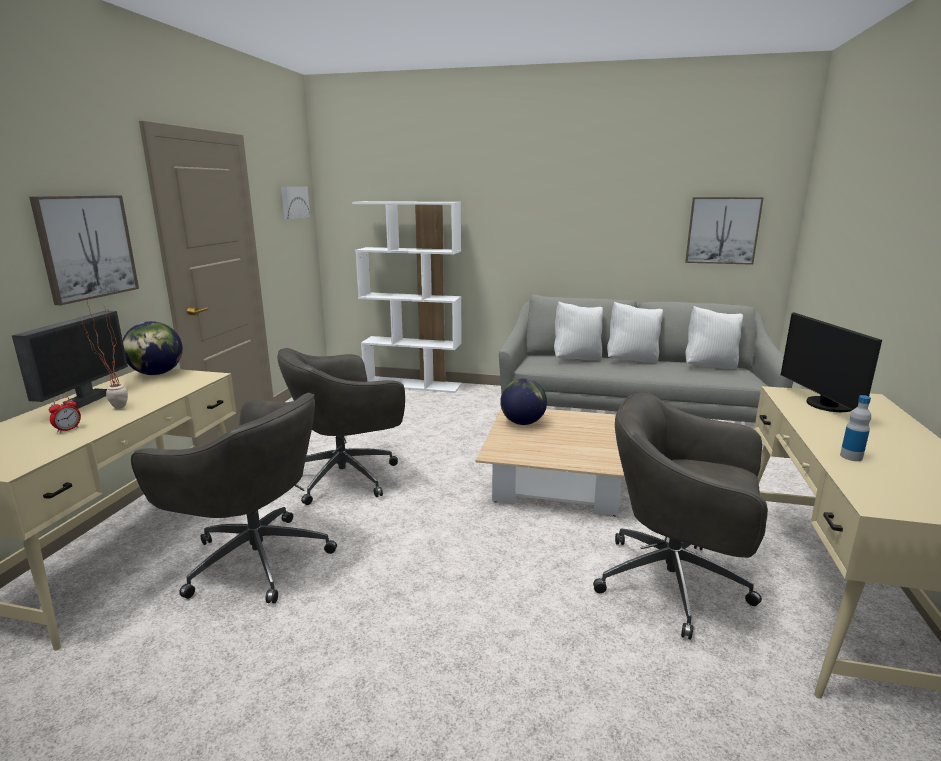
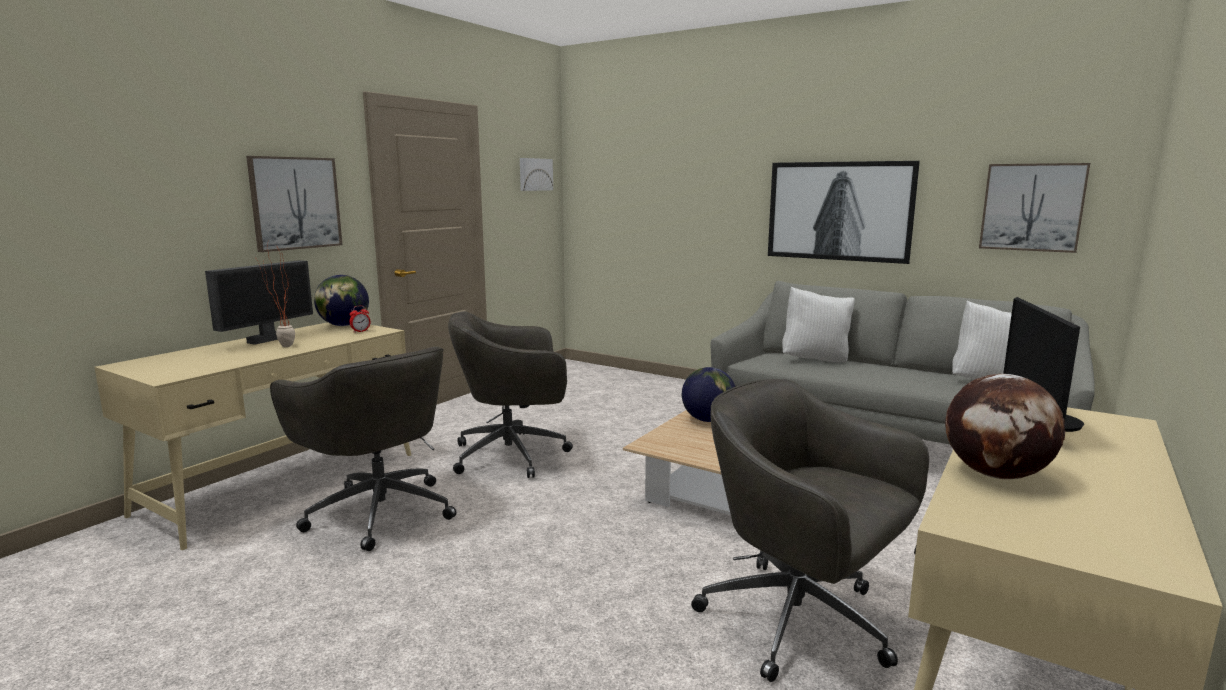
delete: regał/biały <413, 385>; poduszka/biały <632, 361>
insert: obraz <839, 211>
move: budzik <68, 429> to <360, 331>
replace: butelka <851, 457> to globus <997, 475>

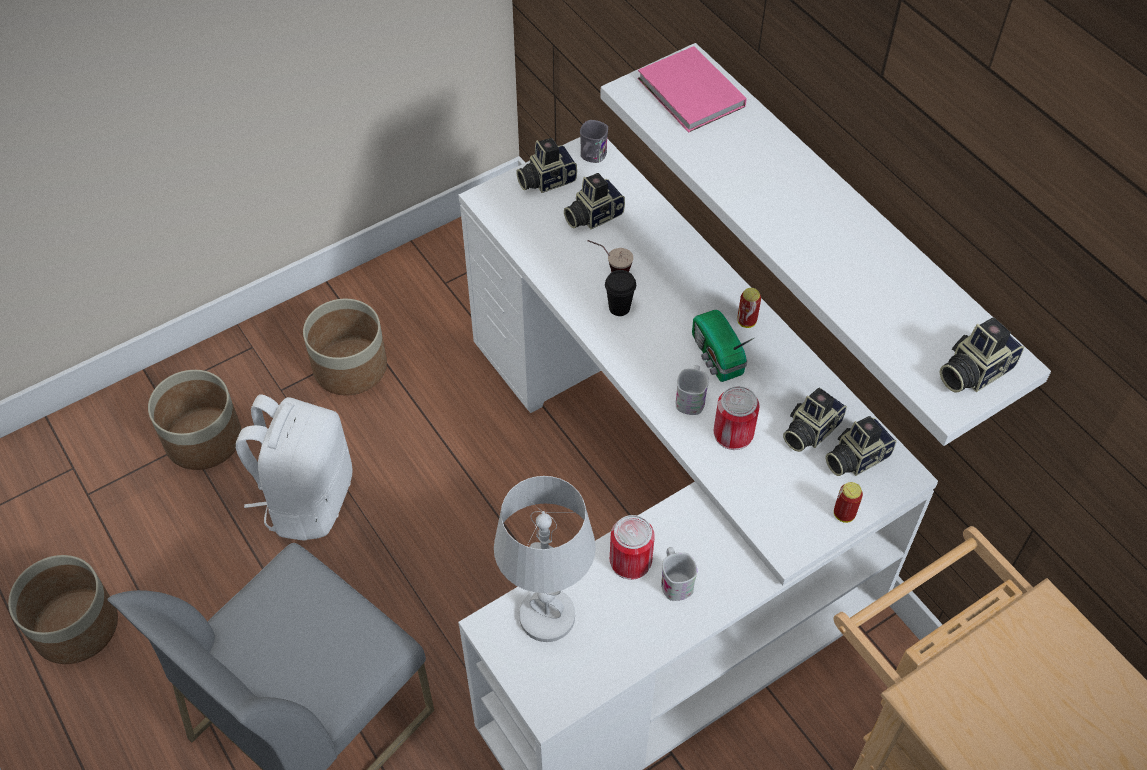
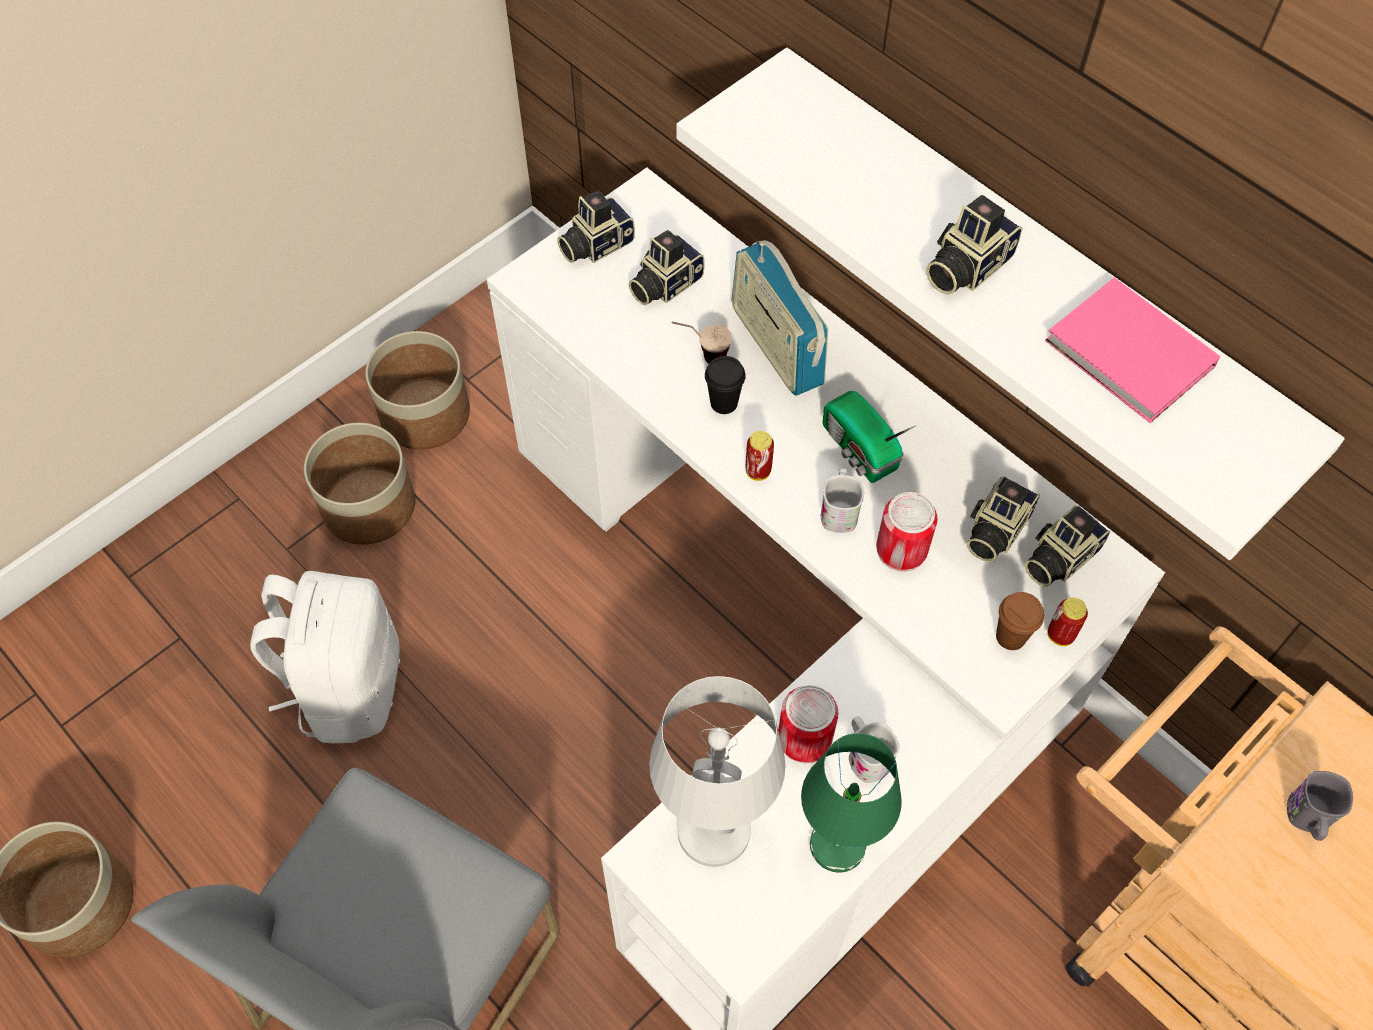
insert: radio <776, 346>; lampa stołowa/zielony <835, 844>; filiżanka/brązowy <1010, 637>
move: donica <204, 438> to <425, 413>; kubek/szary <591, 157> to <1307, 820>; książka/różowy <691, 95> to <1131, 357>; puszka <746, 321> to <758, 471>; aparat fotograficzny <972, 371> to <965, 266>

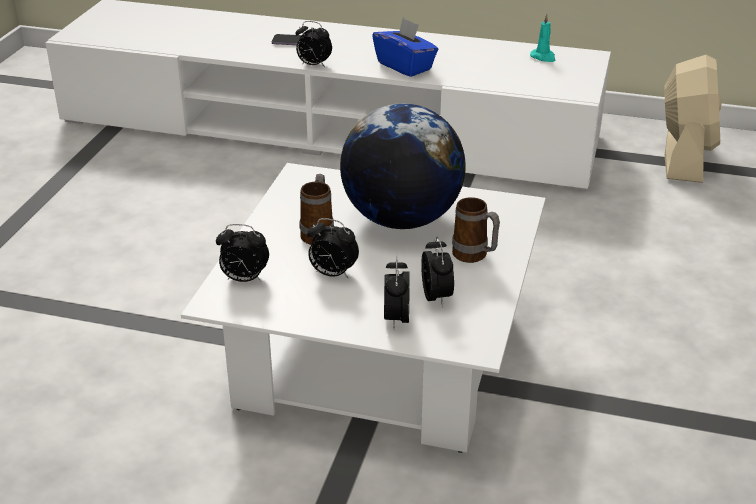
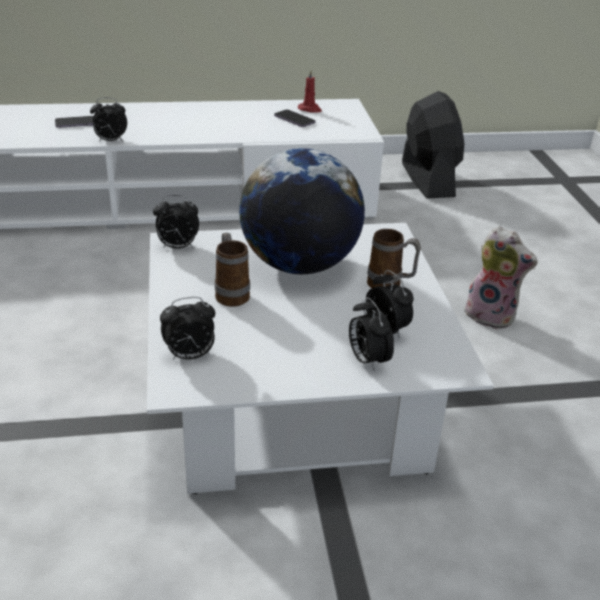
delete: pudełko chusteczek/niebieski <405, 66>
insert: telefon <294, 120>; pluszak <492, 315>
move: budzik <332, 274> to <177, 247>
recolor: świeca/turkusowy <543, 57> to świeca/czerwony <310, 109>; wentylator/beżowy <684, 156> to wentylator/czarny <427, 179>

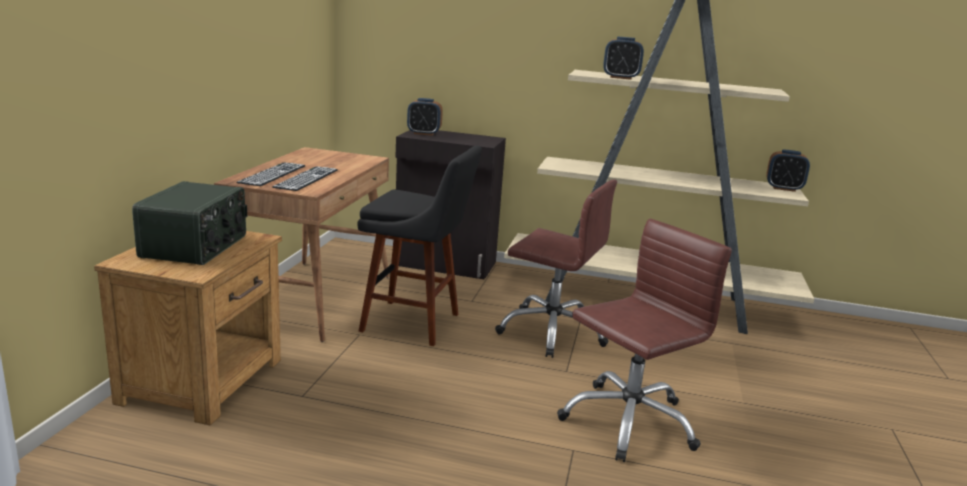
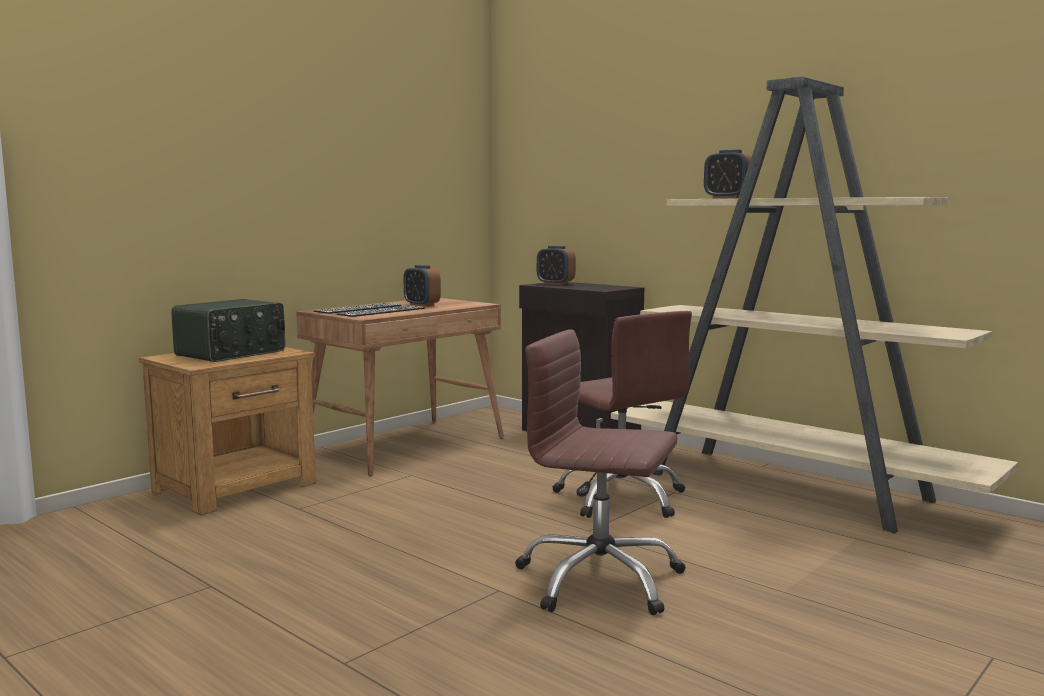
delete: stołek/czarny <415, 323>
move: budzik <783, 188> to <422, 305>
rotate: krzesło biurowe/brązowy <628, 421> = <599, 580> 150 degrees counterclockwise

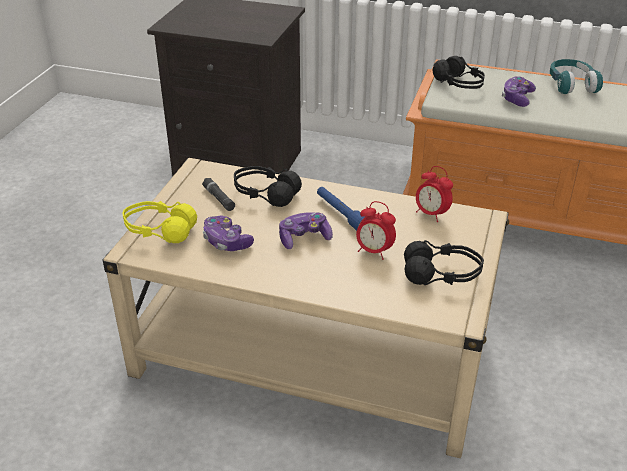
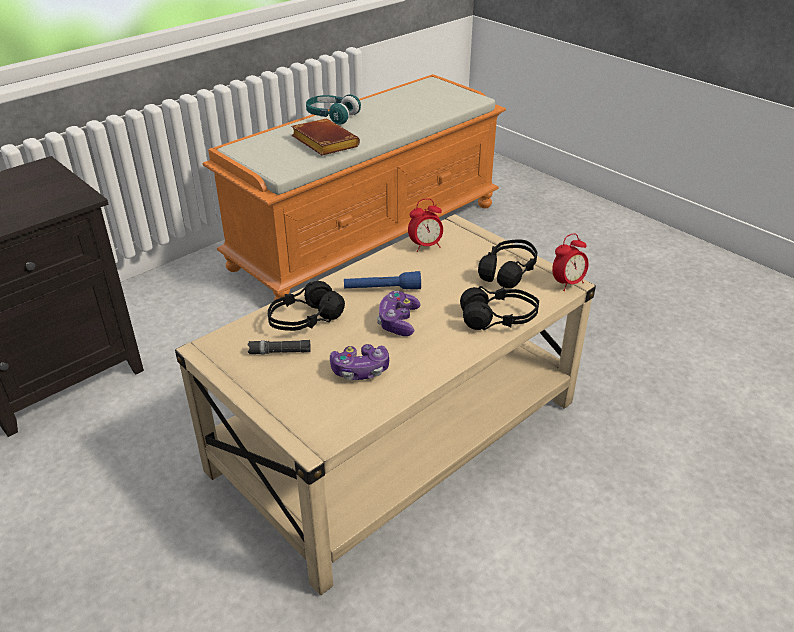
delete: słuchawki/żółty <159, 231>
move: budzik <374, 251> to <567, 283>; słuchawki/czarny <459, 84> to <498, 319>
replace: pad do gier <517, 98> to książka/brązowy <322, 143>

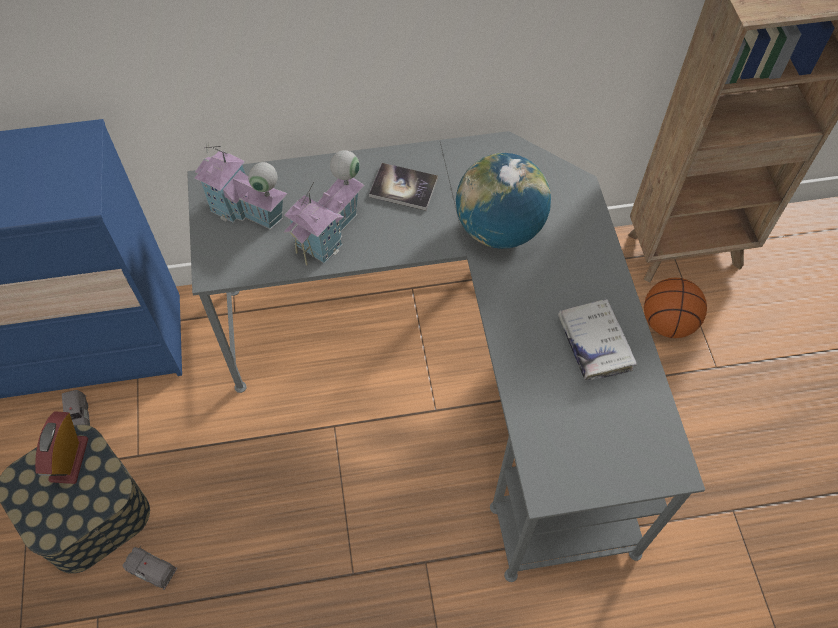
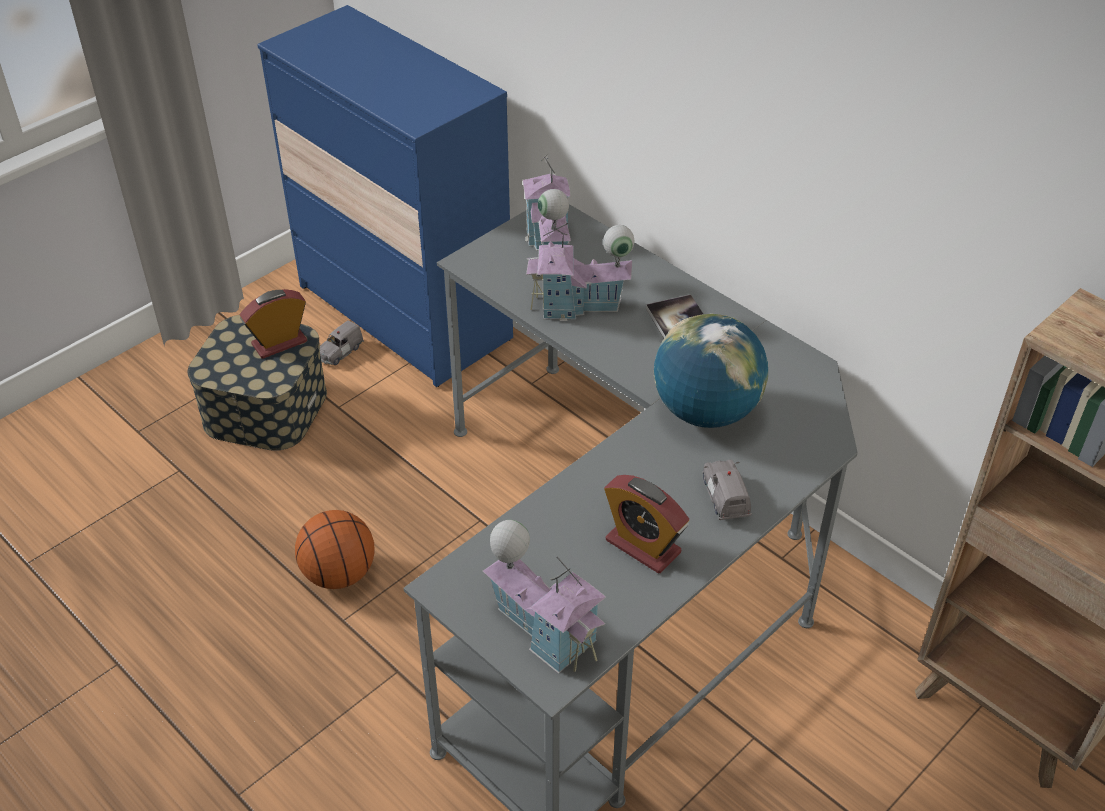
insert: domek <546, 630>
move: samochodzik/szary <151, 569> to <725, 497>; piłka do koszykówki <667, 323> to <339, 574>
replace: książka/biały <594, 344> to budzik <643, 546>

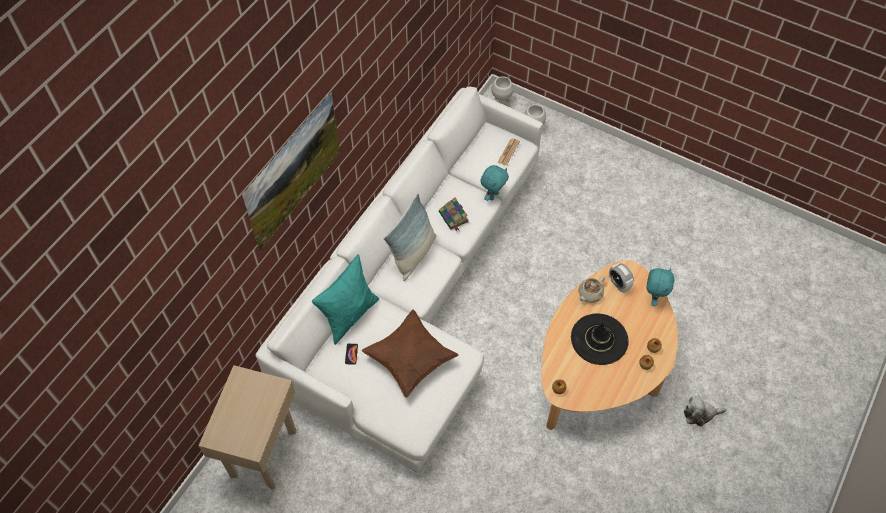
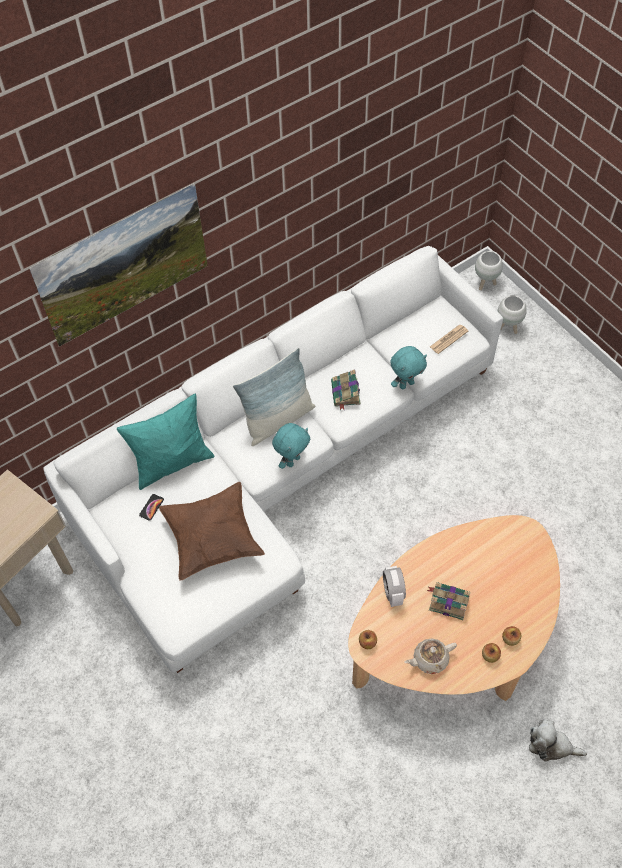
move: imbryk/beżowy <589, 294> to <429, 659>; budzik <618, 284> to <393, 593>; pluszak/turkusowy <653, 297> to <292, 460>
replace: kapelusz/czarny <599, 339> to książka <448, 601>

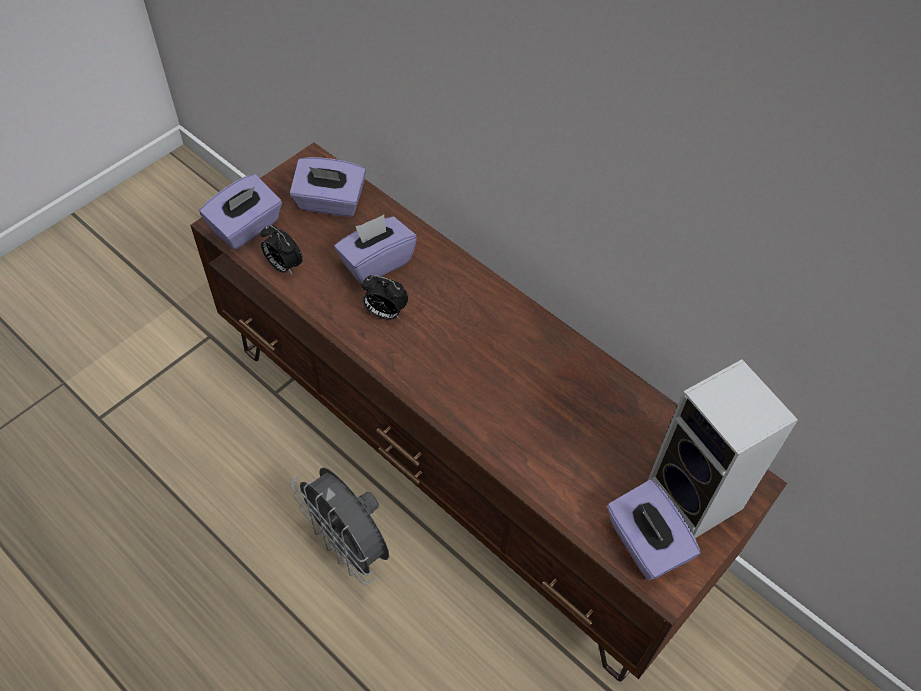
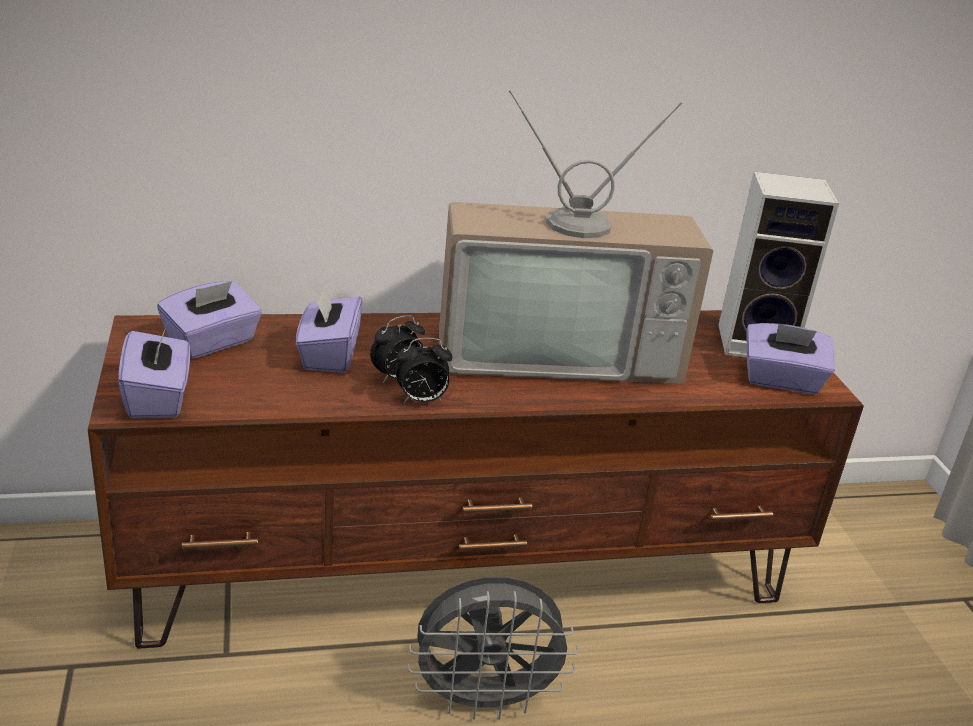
insert: telewizor <558, 350>
move: budzik <283, 266> to <421, 400>

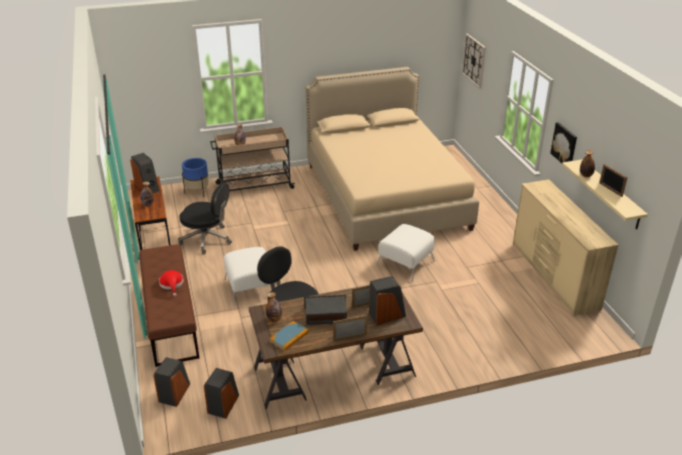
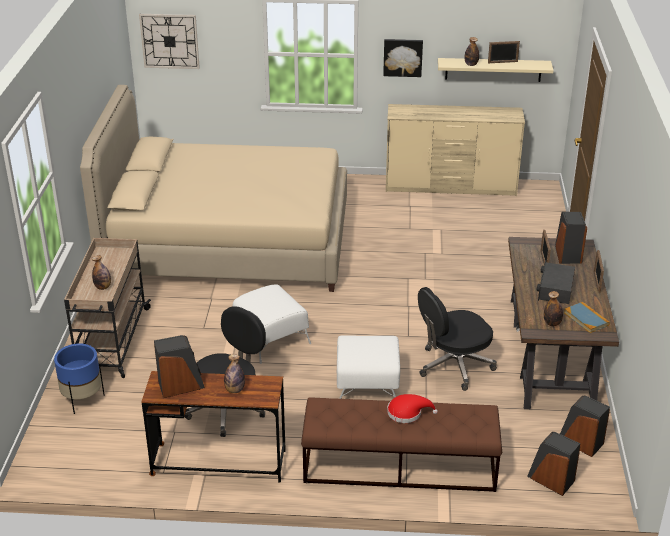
move: pufa/biały <406, 263> to <271, 338>

